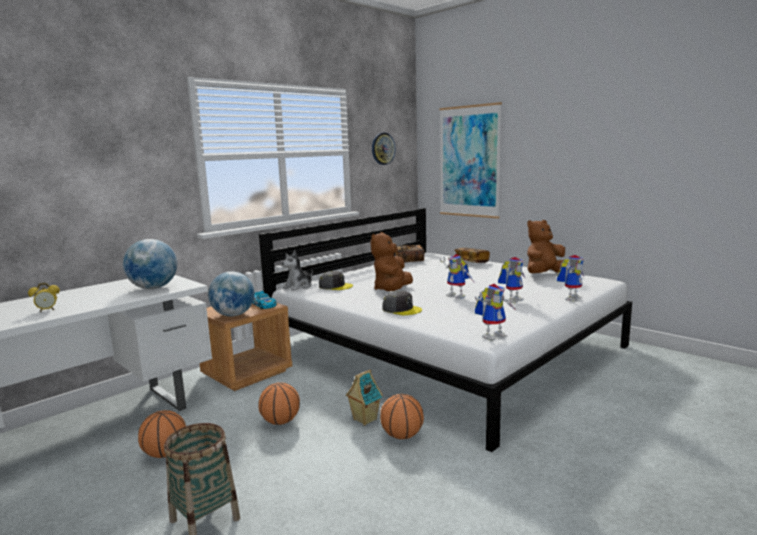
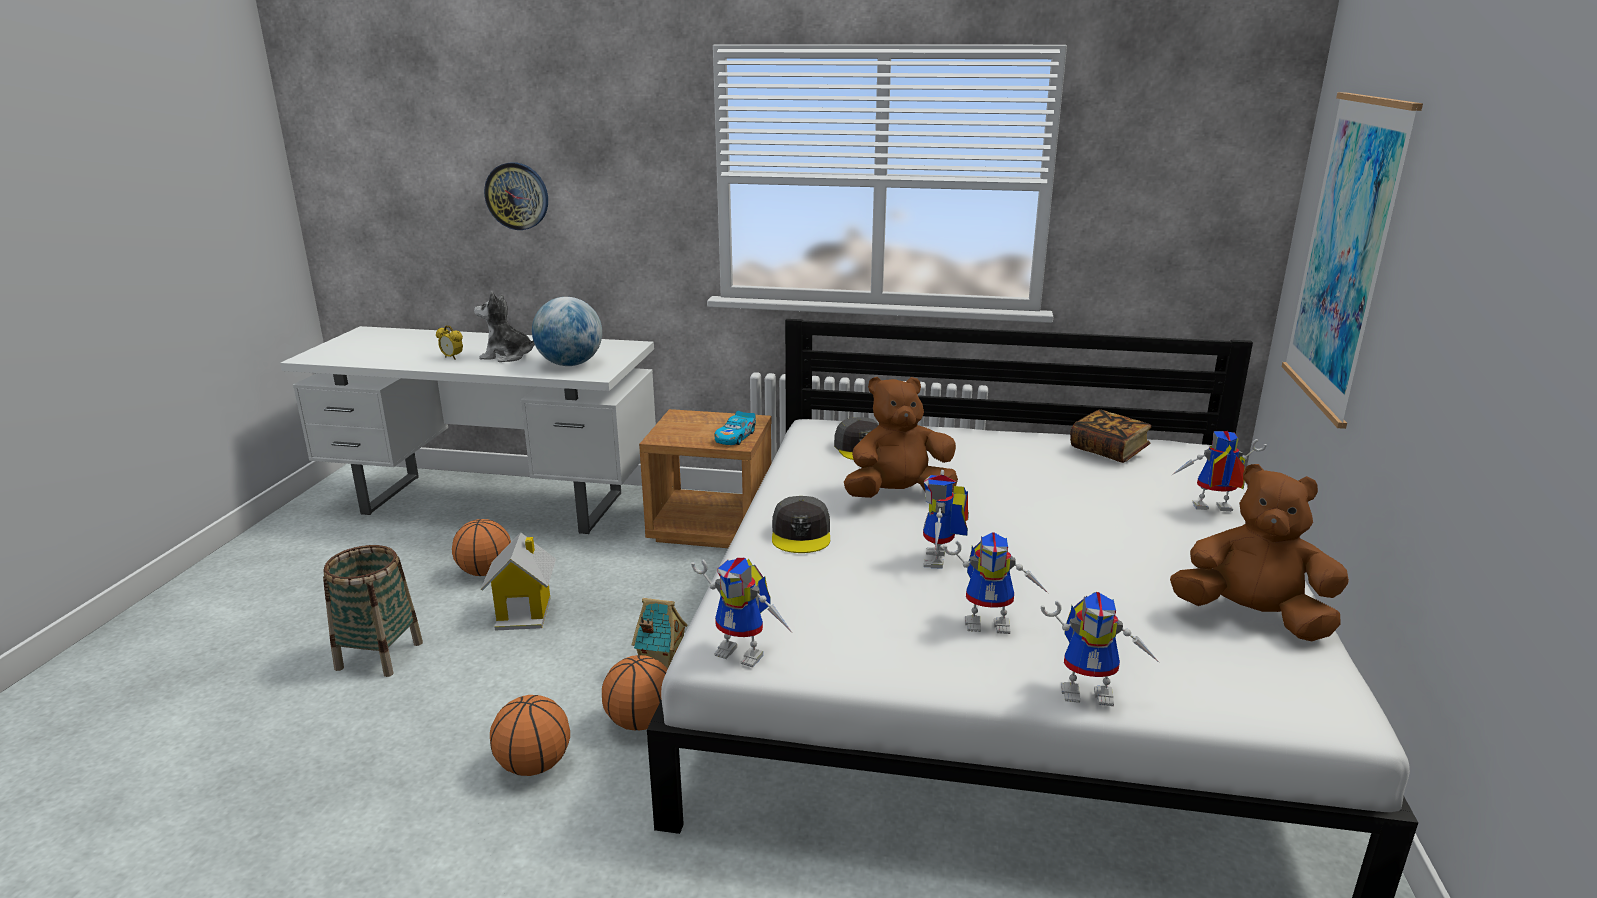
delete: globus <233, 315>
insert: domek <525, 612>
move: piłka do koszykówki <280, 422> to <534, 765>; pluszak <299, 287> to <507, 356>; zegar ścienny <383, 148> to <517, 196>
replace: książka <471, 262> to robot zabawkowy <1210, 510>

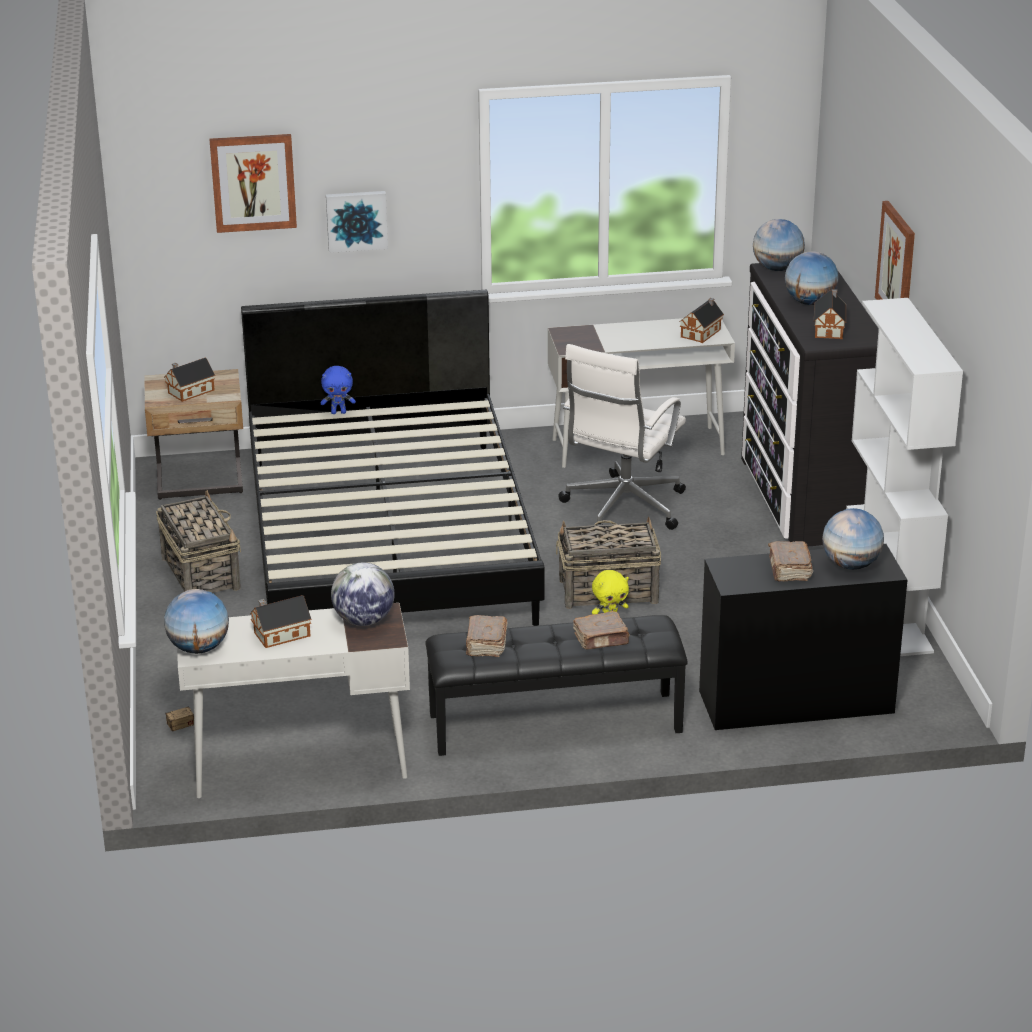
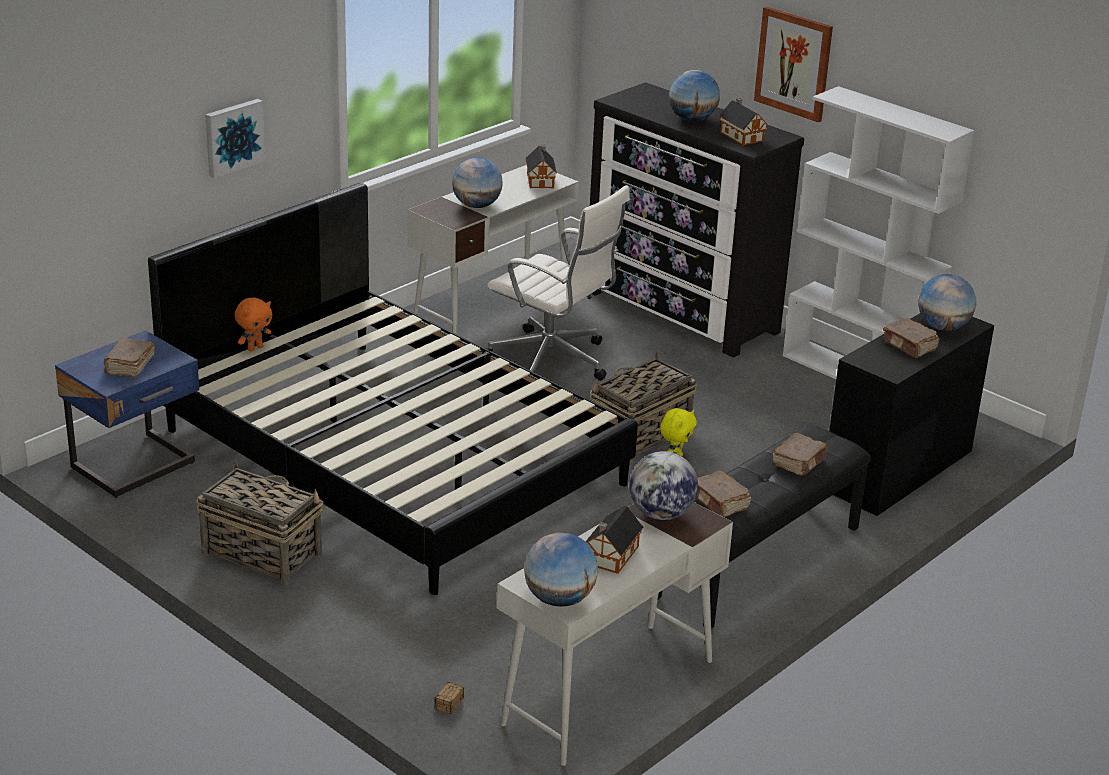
delete: obraz <253, 182>
move: globus <777, 269> to <477, 206>
replace: domek <189, 392> to książka/brązowy <129, 366>
recolor: szafka nocna/beżowy <200, 482> to szafka nocna/niebieski <136, 467>; pluszak/niebieski <338, 412> to pluszak/pomarańczowy <255, 348>
rotate: krzesło biurowe/biały <622, 508> = <552, 362> 45 degrees counterclockwise

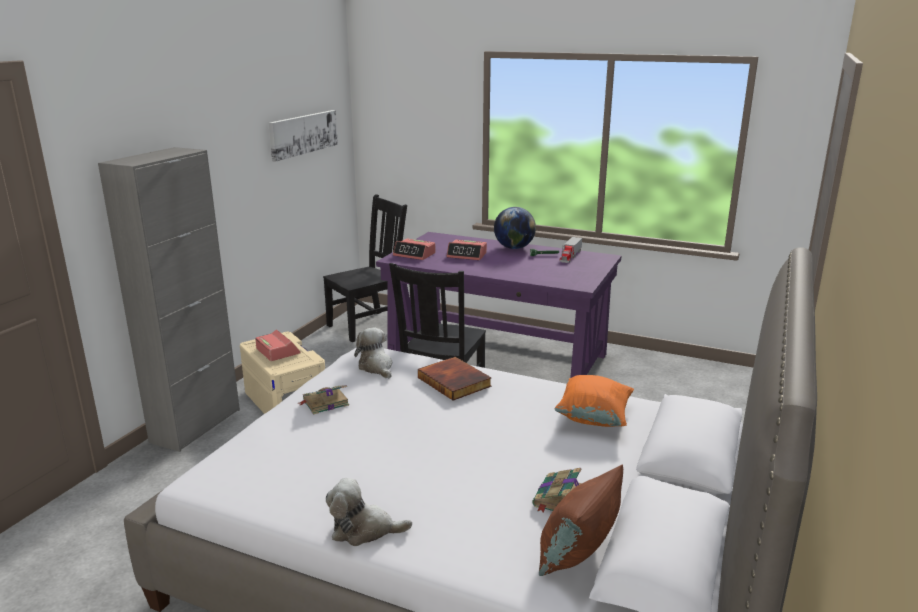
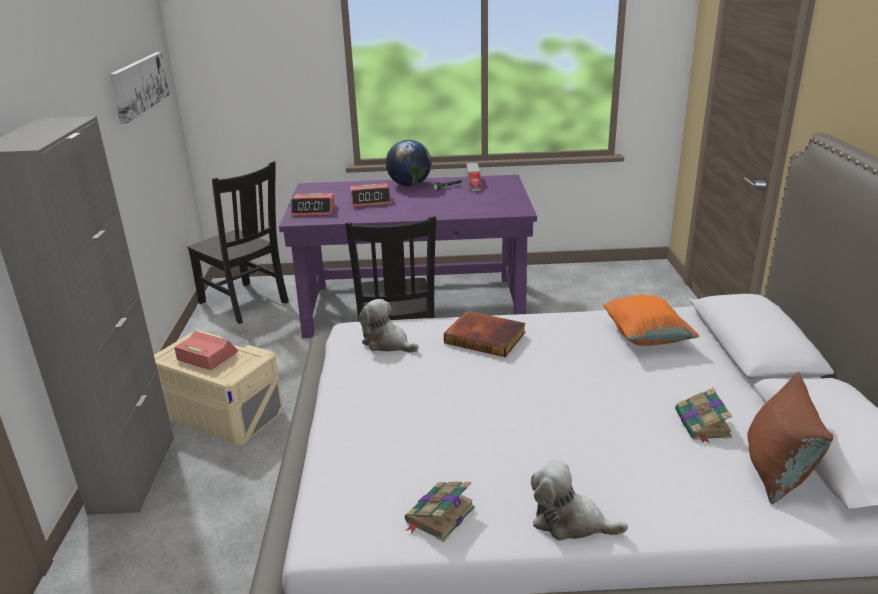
move: książka <324, 403> to <439, 516>
rotate: krzesło/czarny <368, 325> = <245, 303> 105 degrees clockwise; pluszak <364, 530> = <570, 522> 45 degrees clockwise

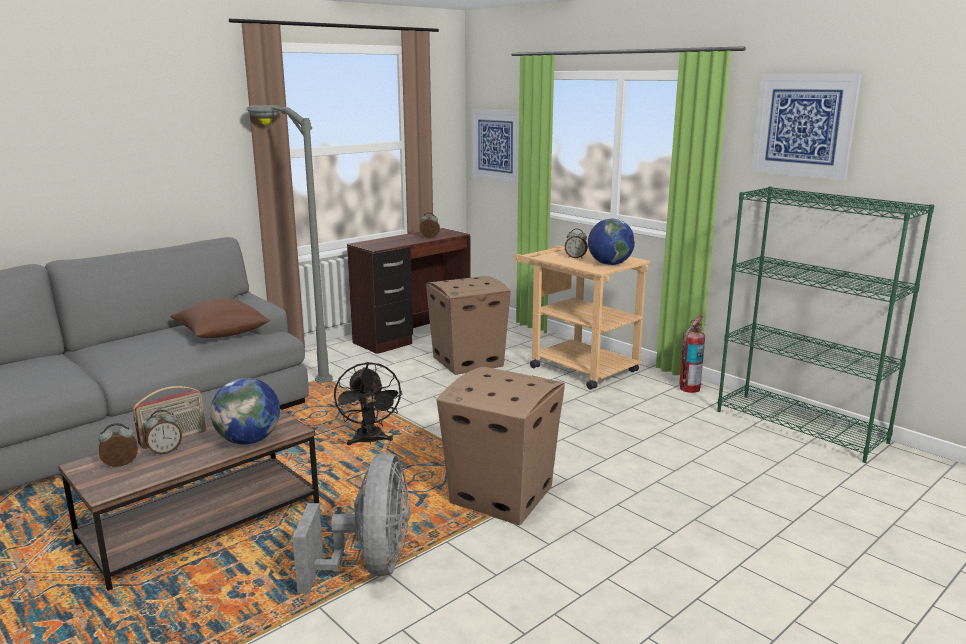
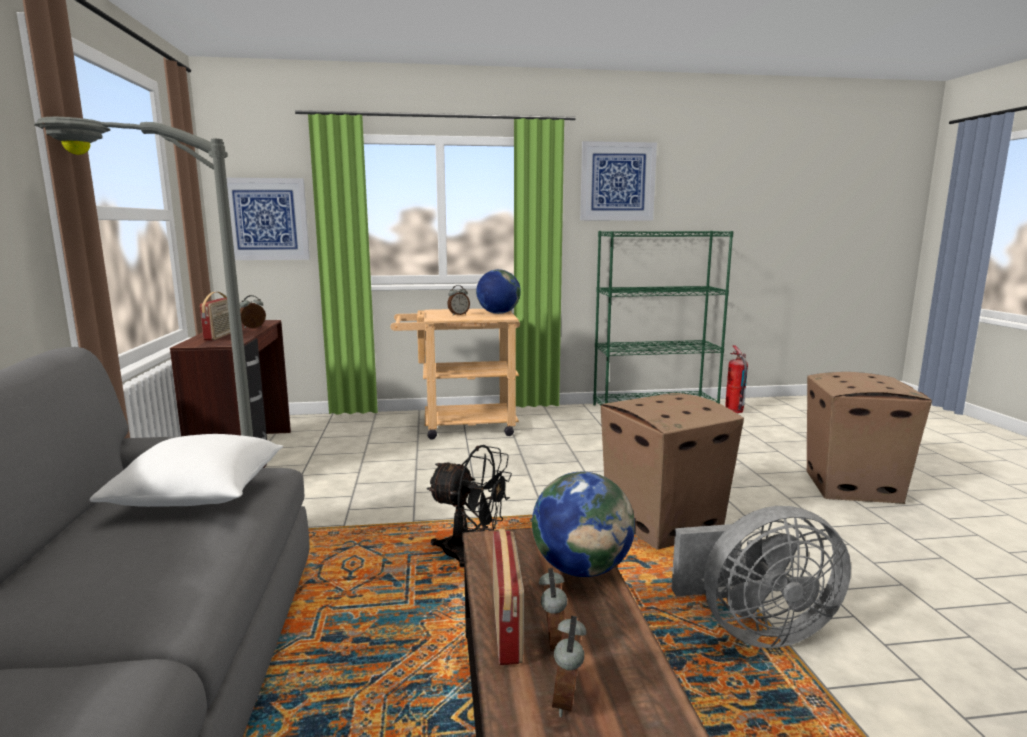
insert: radio <220, 336>
move: karton <469, 361> to <852, 486>; gaśnica <689, 388> to <734, 410>
recolor: poduszka/brązowy <221, 334> to poduszka/biały <201, 497>
rotate: wentylator/szary <370, 566> = <754, 630> 135 degrees clockwise

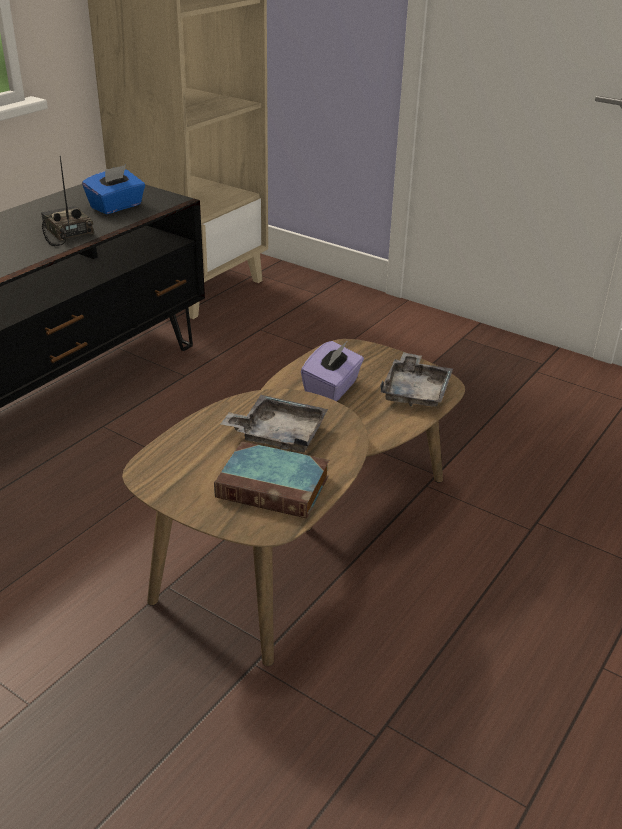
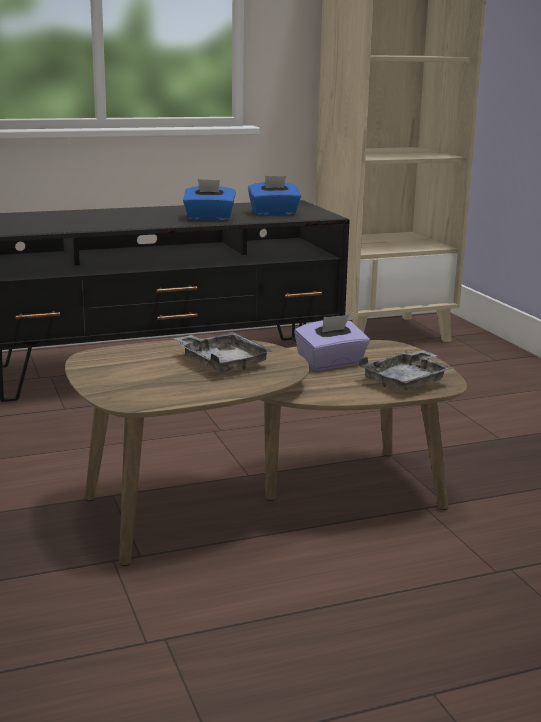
delete: książka <275, 486>
replace: radio <65, 233> to pudełko chusteczek/niebieski <209, 218>

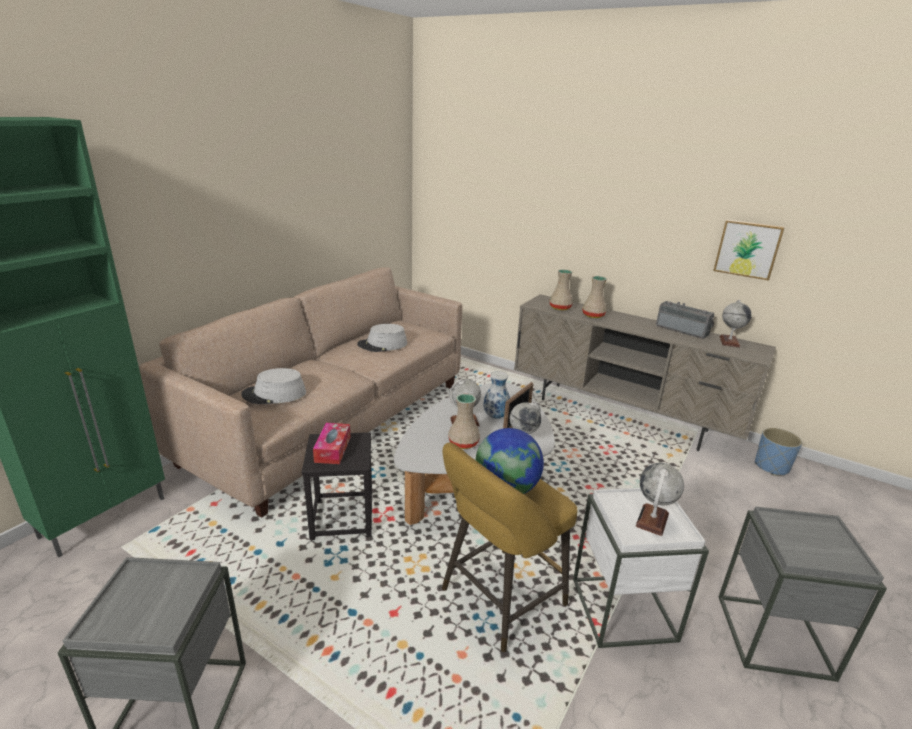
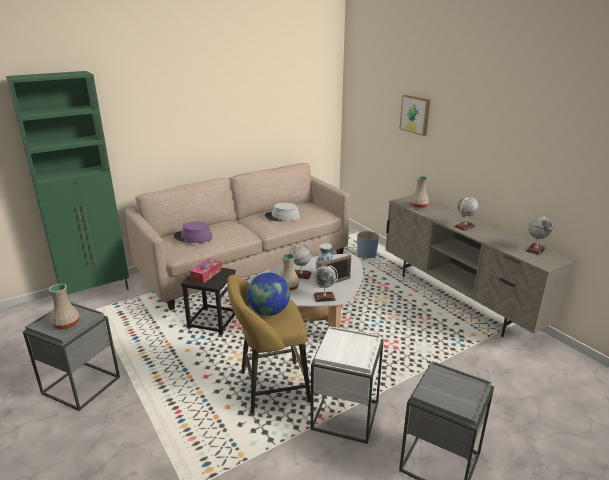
delete: radio <682, 330>
move: wazon/beżowy <592, 315> to <66, 324>; globus <652, 520> to <464, 226>; obraz <748, 249> to <415, 114>; donica/niebieski <771, 466> to <366, 254>
recolor: kapelusz/szary <274, 394> to kapelusz/fioletowy <193, 237>

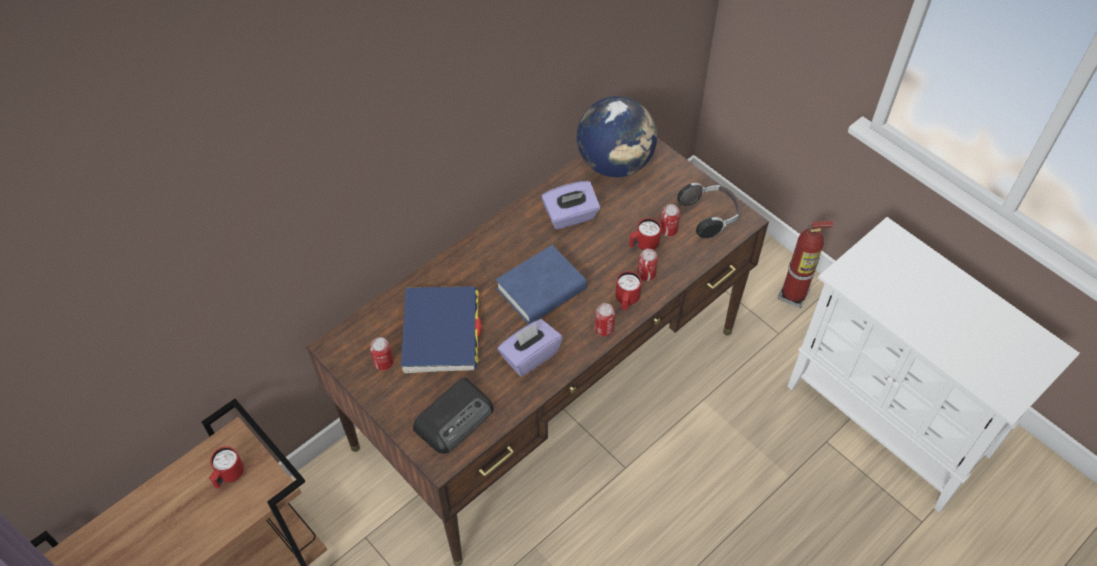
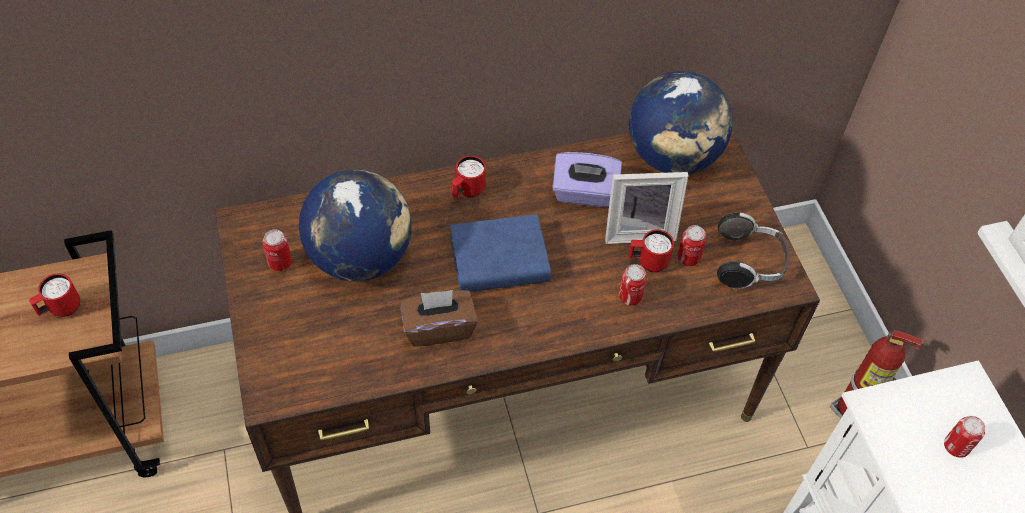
delete: radio <455, 418>
insert: ramka na zdjęcie <638, 230>
move: puszka <604, 329> to <956, 446>; kubek/czerwony <626, 301> to <467, 191>
replace: książka/niebieski <441, 332> to globus <360, 257>
recolor: pudełko chusteczek/fioletowy <529, 356> to pudełko chusteczek/brązowy <438, 328>

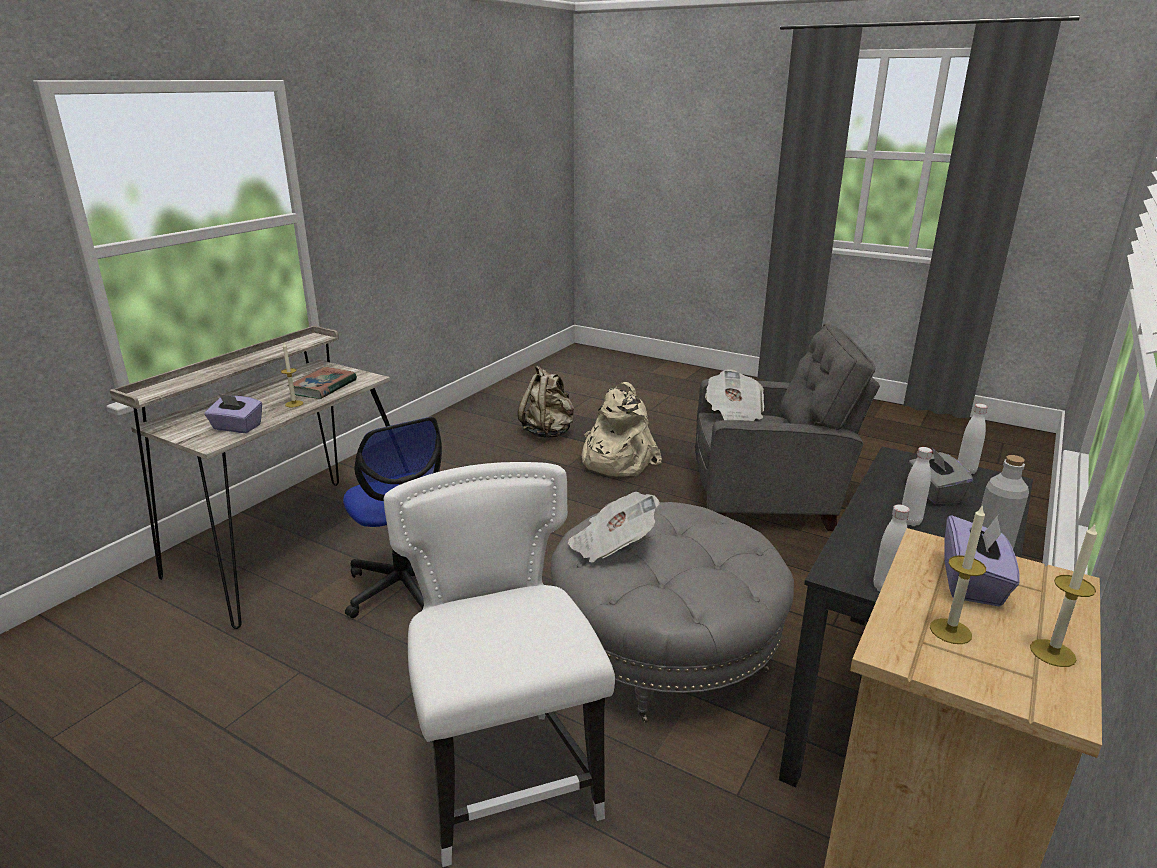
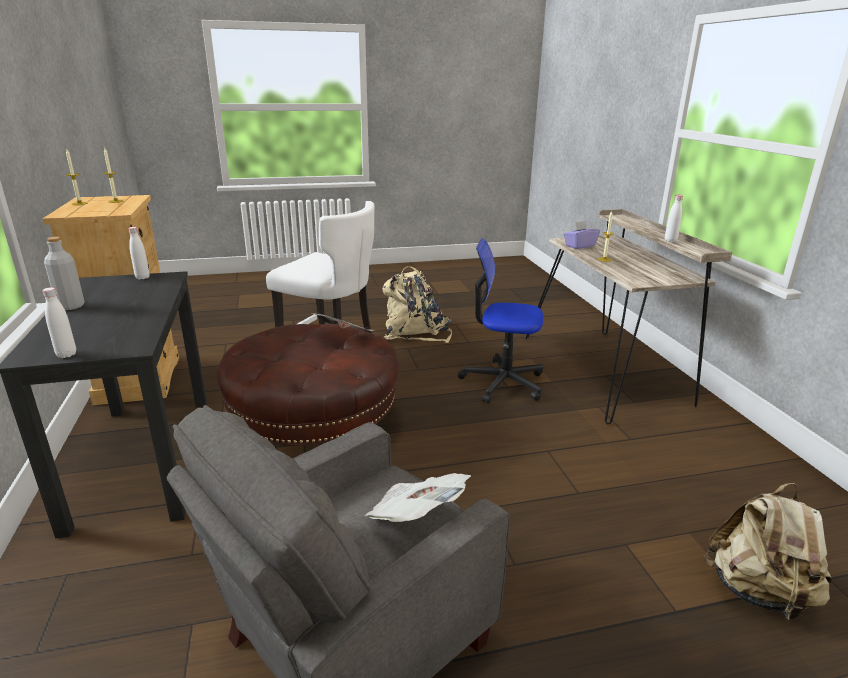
delete: książka <323, 387>; pudełko chusteczek/szary <934, 493>; pudełko chusteczek/fioletowy <973, 583>
move: plecak/beżowy <615, 461> to <416, 332>; butelka/biały <910, 521> to <670, 241>
recolor: pufa/szary <665, 648> to pufa/brązowy <314, 425>

